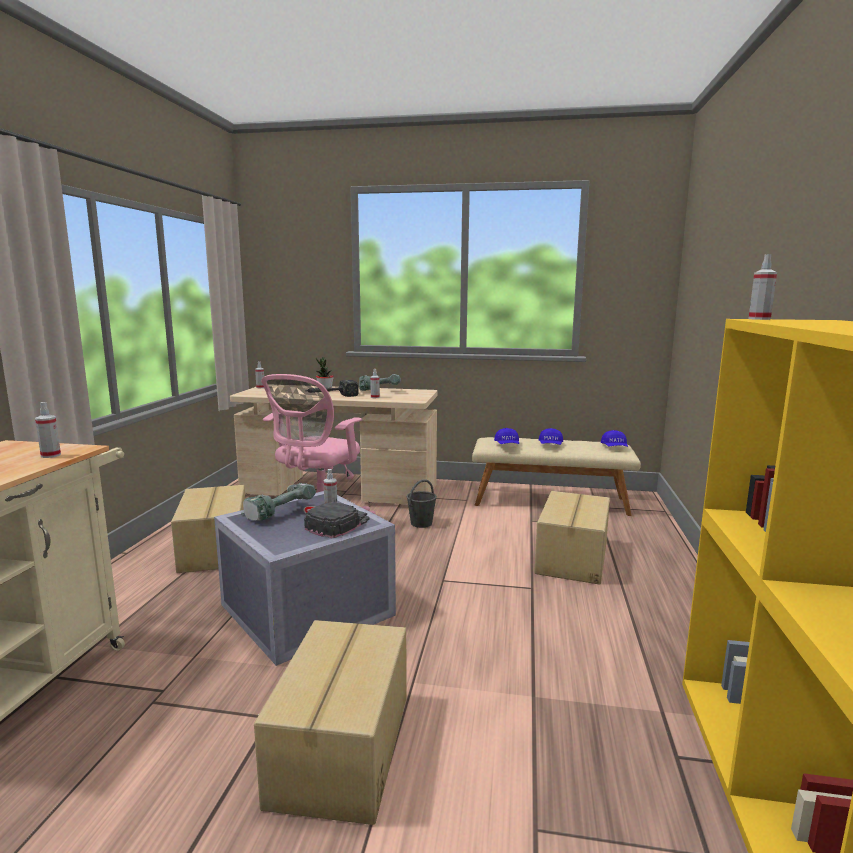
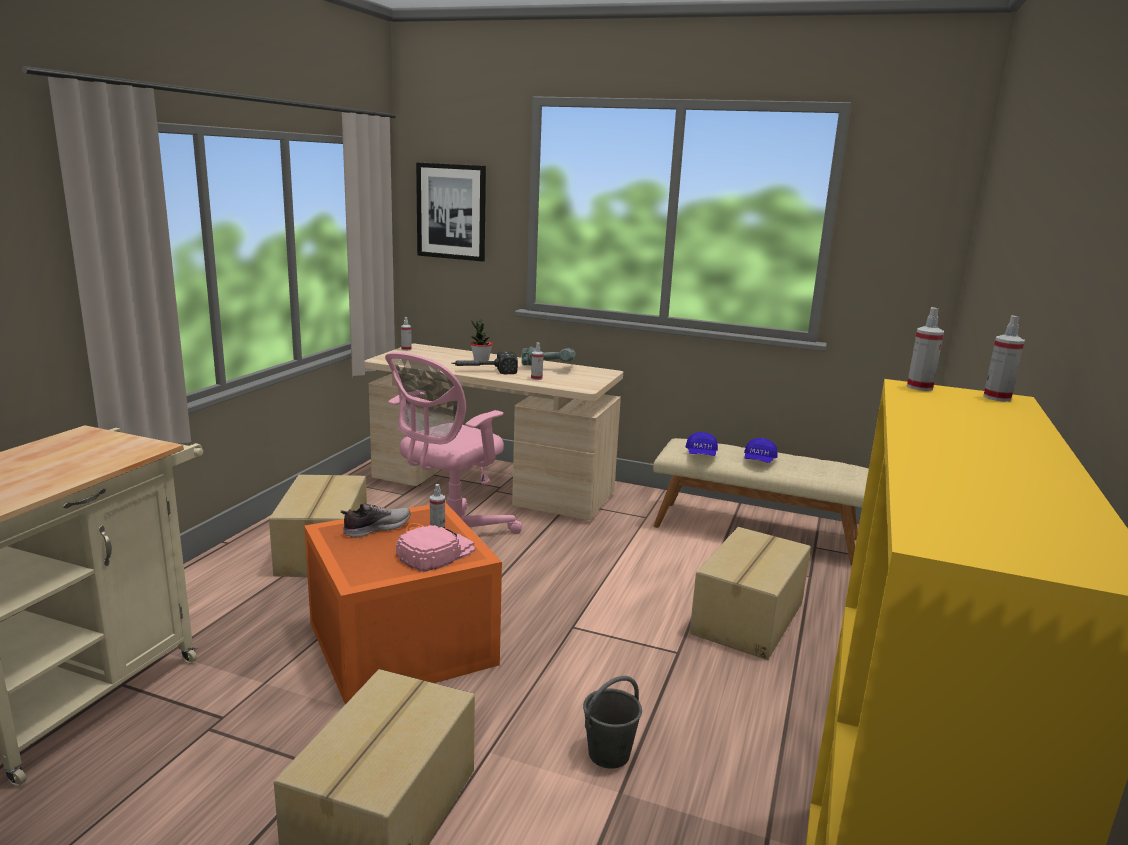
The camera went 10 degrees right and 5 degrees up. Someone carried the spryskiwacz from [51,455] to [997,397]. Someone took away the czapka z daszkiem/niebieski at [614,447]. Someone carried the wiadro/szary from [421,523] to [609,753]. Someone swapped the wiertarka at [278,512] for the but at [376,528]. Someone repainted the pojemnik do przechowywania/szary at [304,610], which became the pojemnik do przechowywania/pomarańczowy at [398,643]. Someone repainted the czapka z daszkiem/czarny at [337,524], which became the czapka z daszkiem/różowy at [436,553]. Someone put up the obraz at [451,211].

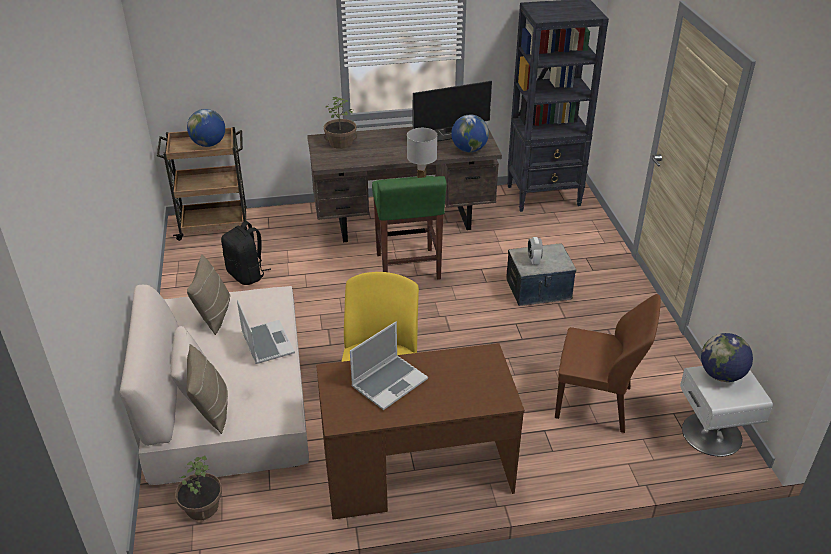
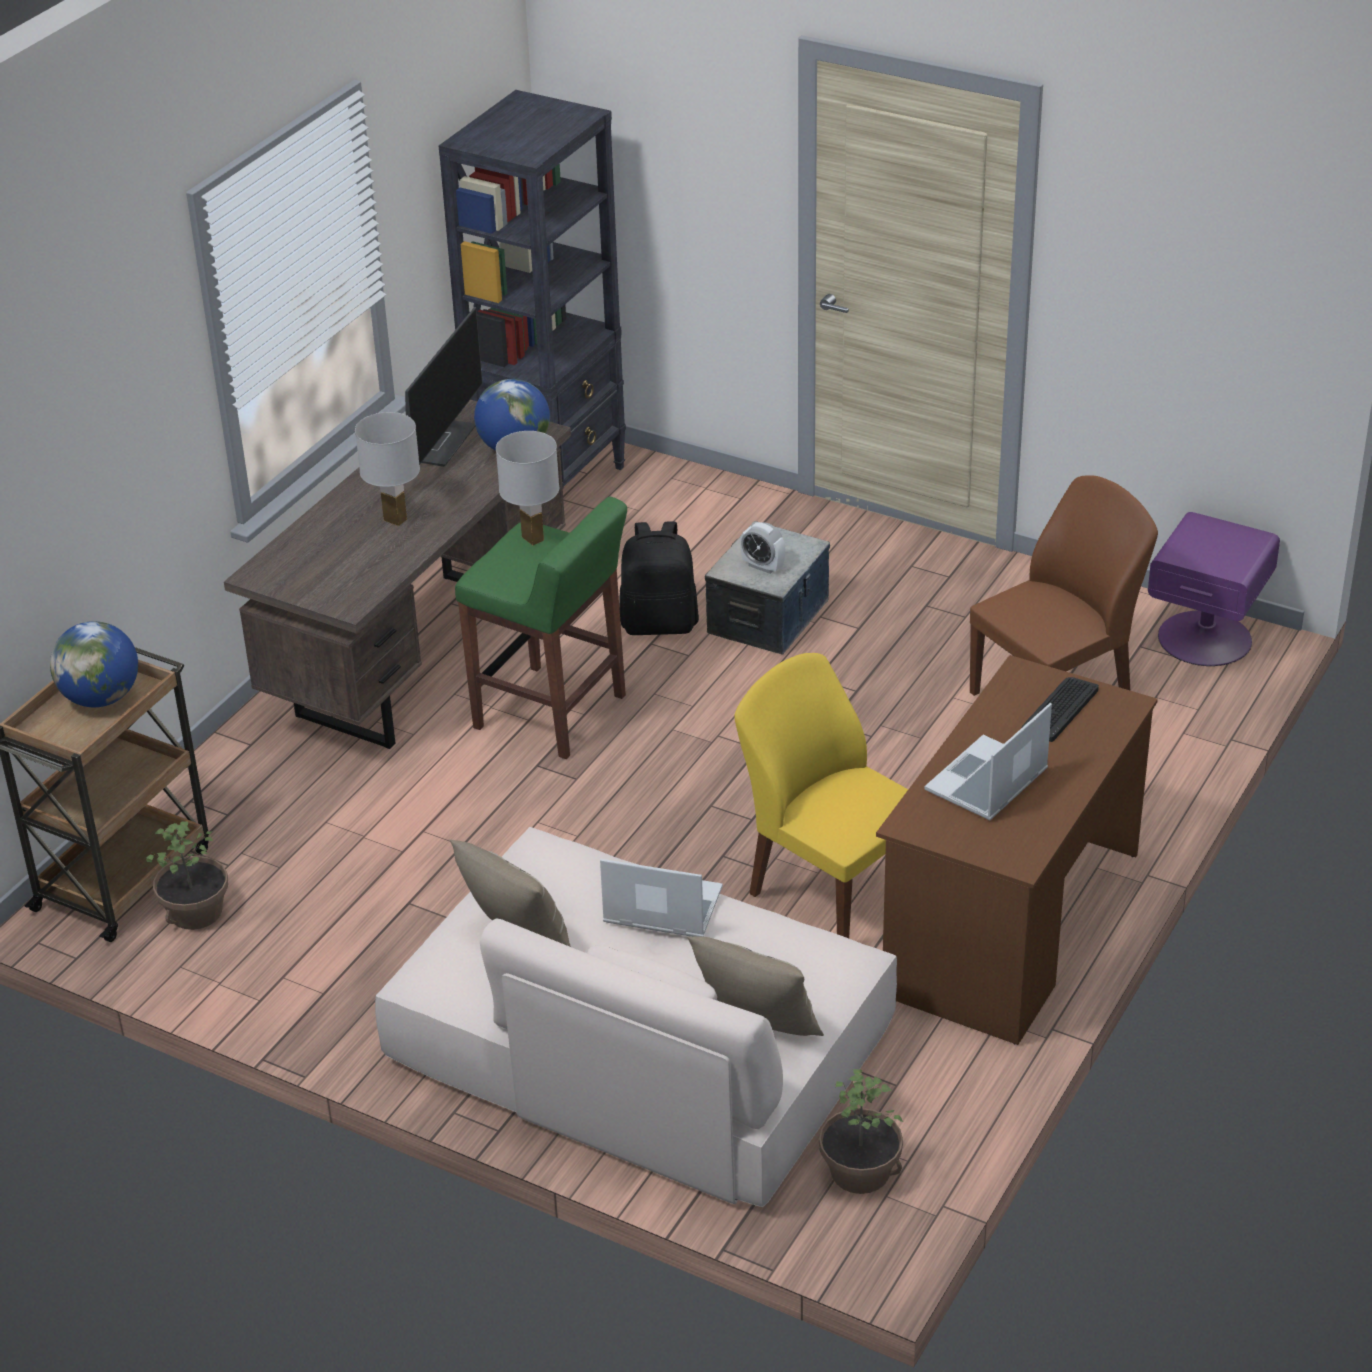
The camera went 50 degrees left and 0 degrees up. Someone carried the roślina doniczkowa from [340,143] to [196,912]. Someone carried the plecak/czarny from [247,275] to [659,623]. Someone rotated the laptop at [389,382] by 135 degrees counterclockwise. Someone took away the globus at [721,375]. Someone repainted the szafka nocna/biały at [712,434], which became the szafka nocna/fioletowy at [1205,637]. Someone put down the lampa stołowa/biały at [396,520]. Someone put down the klawiatura at [1059,709].

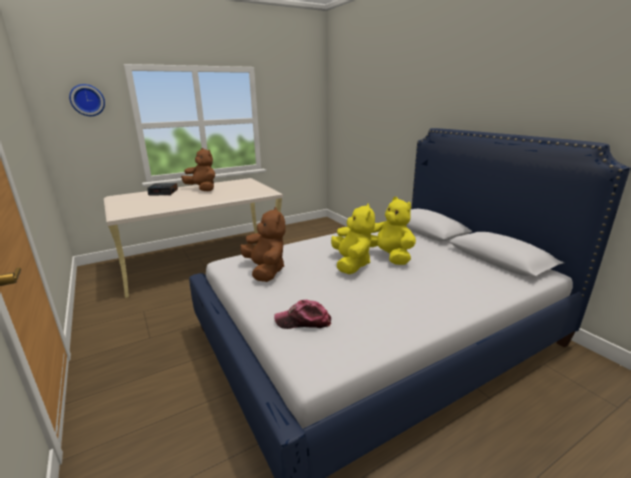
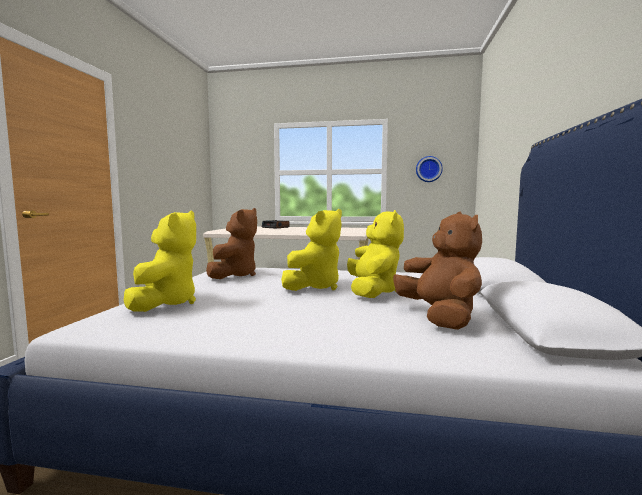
The camera went 40 degrees right and 15 degrees down. Someone carried the zegar ścienny from [87,100] to [428,169]. Someone carried the pluszak/brązowy from [202,189] to [439,317]. Someone swapped the czapka z daszkiem at [303,321] for the pluszak/żółty at [166,303].

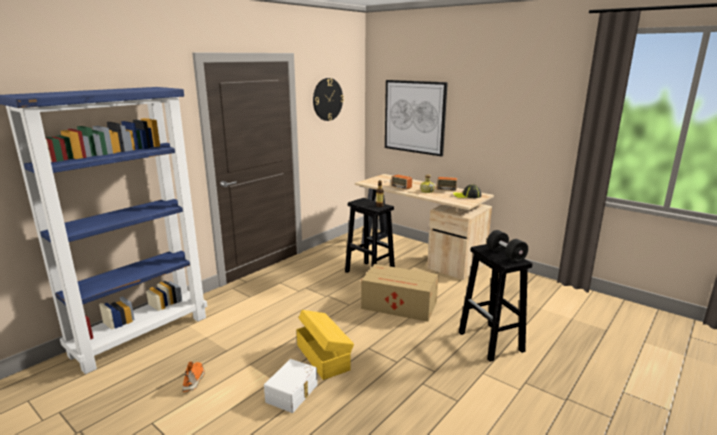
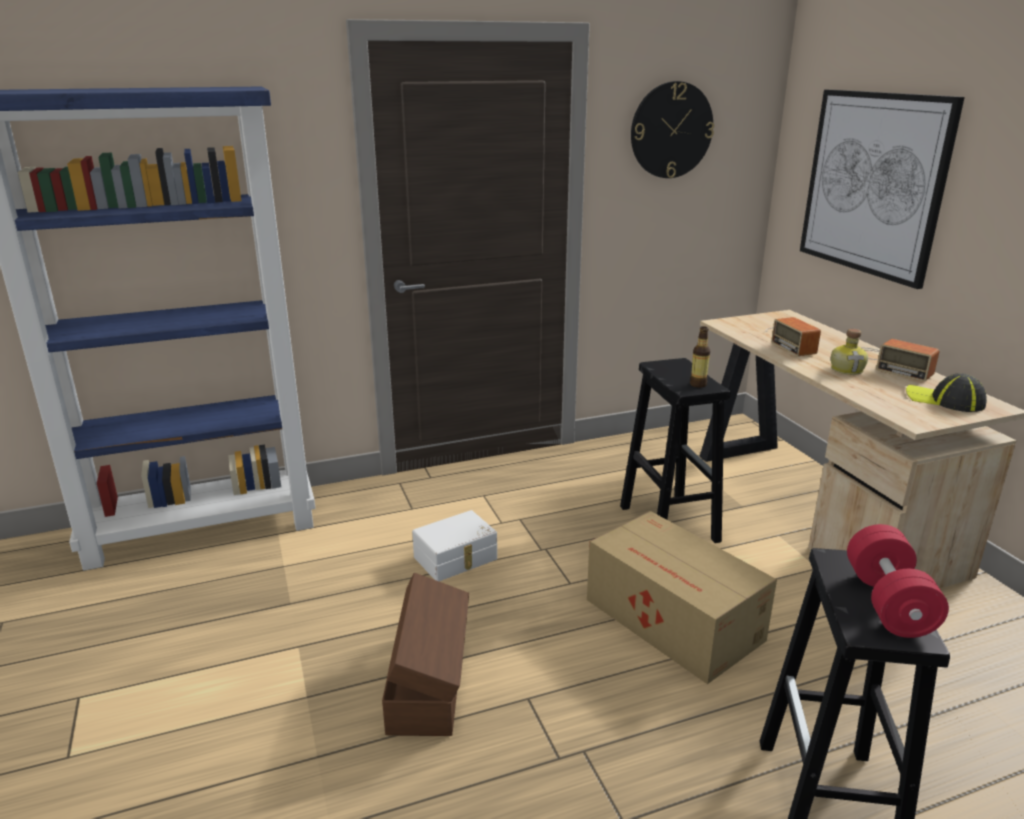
The camera went 30 degrees right and 5 degrees up. Someone repainted the hantel/czarny at [505,255], which became the hantel/czerwony at [888,603]. Someone repainted the pojemnik do przechowywania/żółty at [323,356], which became the pojemnik do przechowywania/brązowy at [429,682]. Someone carried the pojemnik do przechowywania/biały from [293,393] to [456,559]. Someone took away the but/pomarańczowy at [194,380].

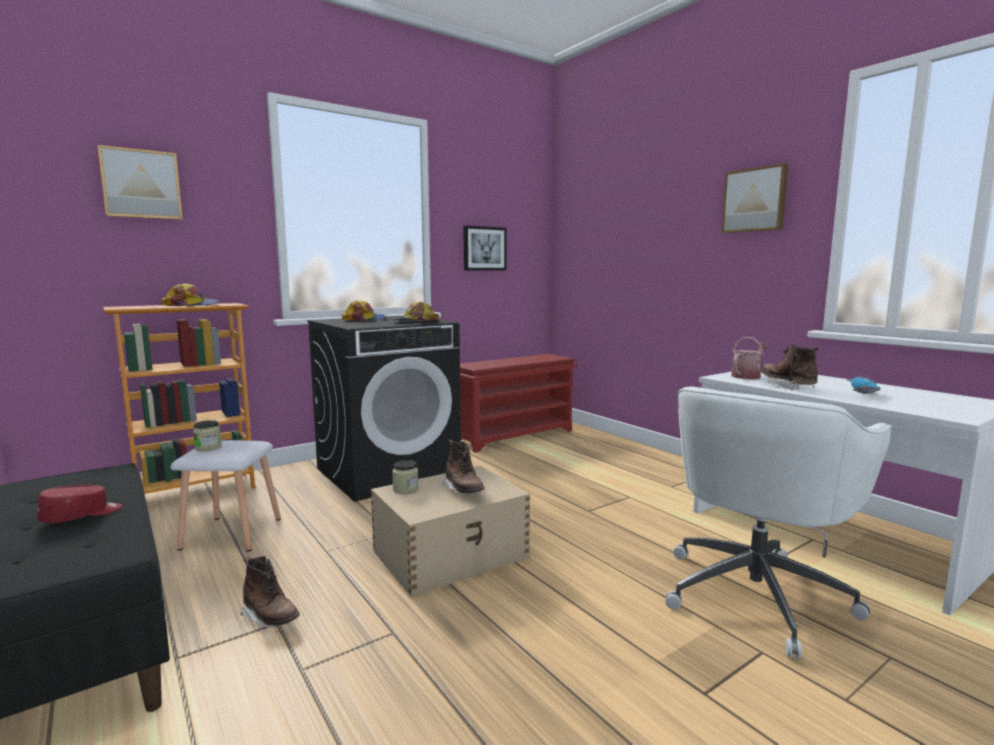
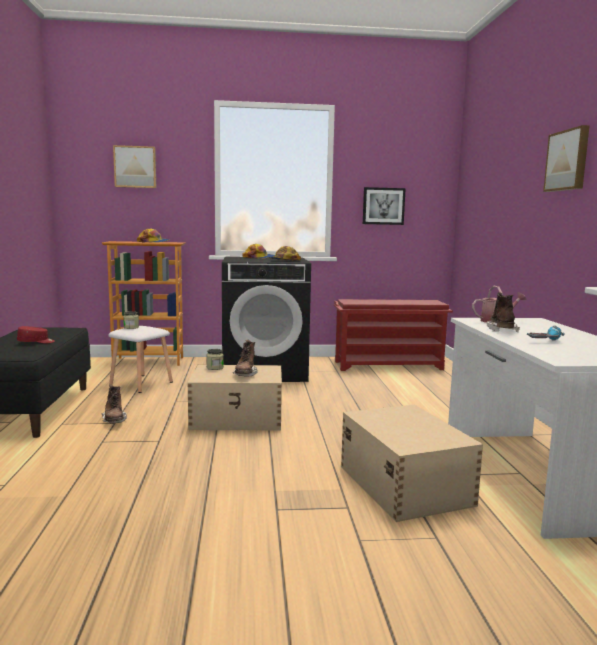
The camera went 30 degrees right and 0 degrees up. Someone swapped the krzesło biurowe/biały at [756,592] for the pojemnik do przechowywania/beżowy at [404,484].

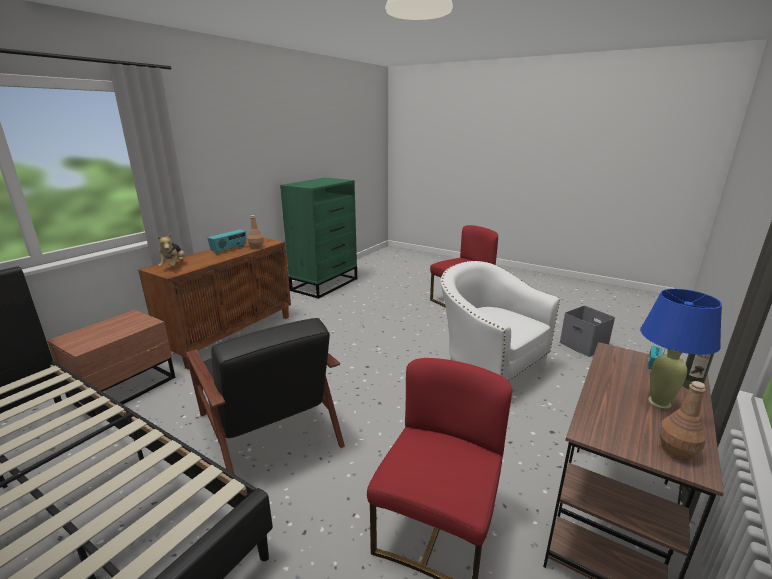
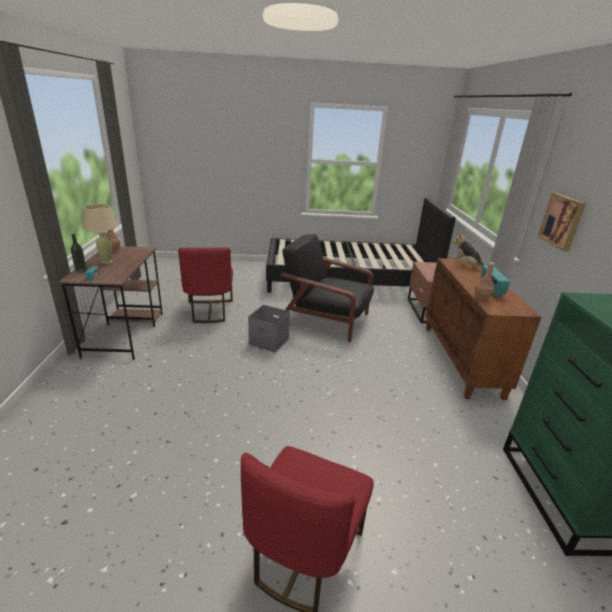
The camera went 145 degrees right and 5 degrees up. Someone took away the fotel/biały at [488,369]. Someone repainted the lampa stołowa/niebieski at [659,403], which became the lampa stołowa/beżowy at [106,261]. Someone carried the pojemnik do przechowywania/szary from [582,345] to [270,341]. Someone put up the obraz at [562,221].

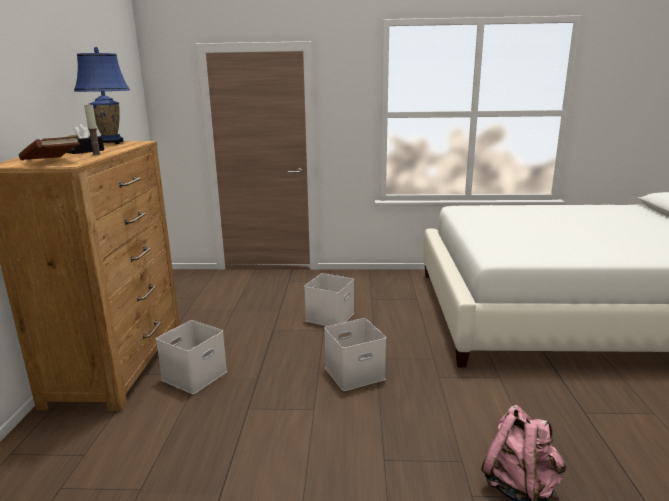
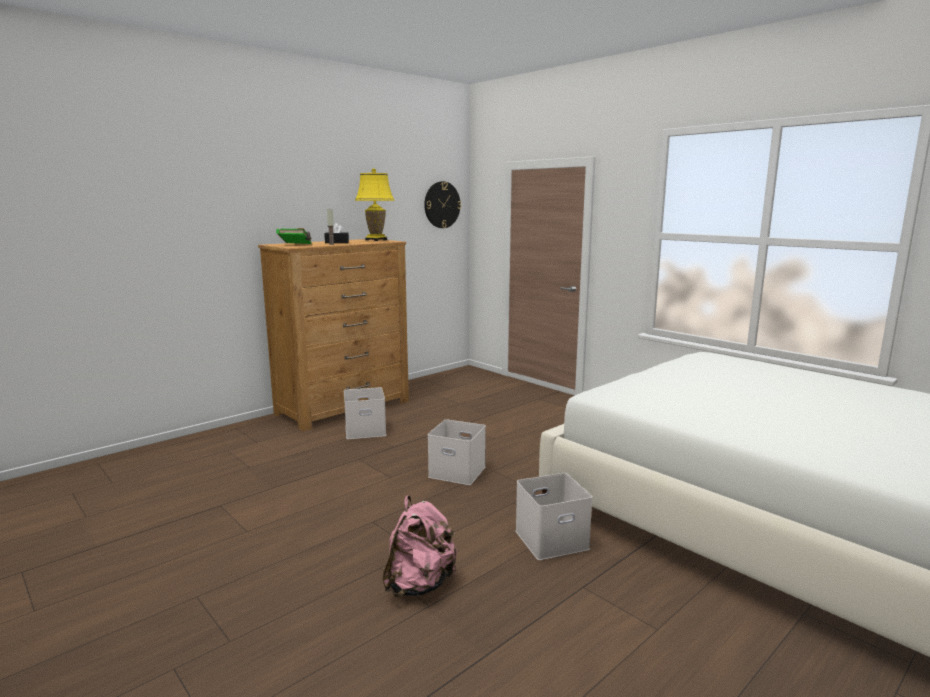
The camera went 45 degrees right and 5 degrees down. Someone repainted the lampa stołowa/niebieski at [110,143], which became the lampa stołowa/żółty at [376,240]. Someone repainted the książka/brązowy at [53,161], which became the książka/zielony at [296,245]. Someone carried the pojemnik do przechowywania/biały from [329,316] to [552,539]. Someone put up the zegar ścienny at [442,205].

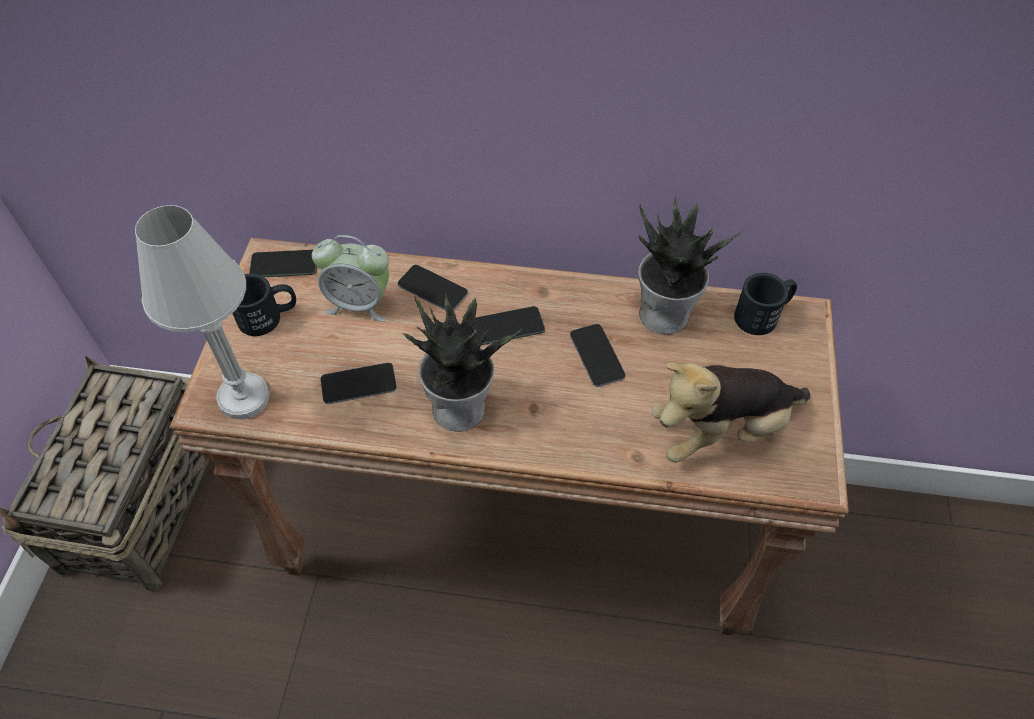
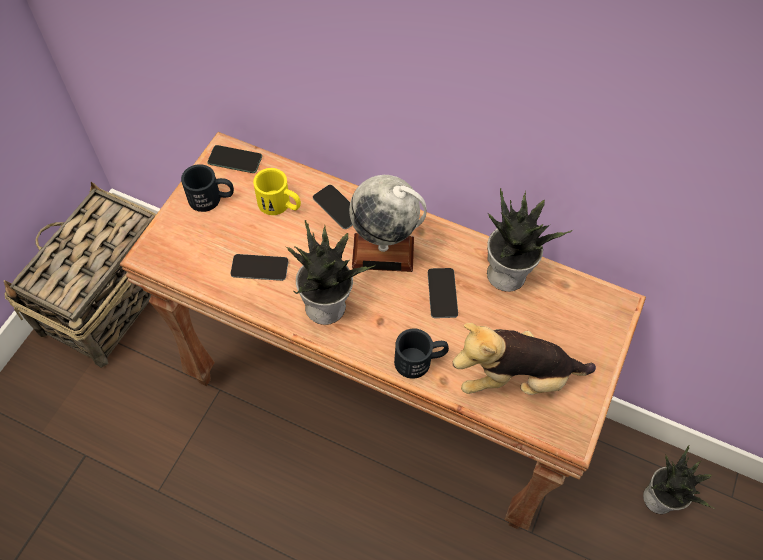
The camera went 15 degrees right and 5 degrees up. Someone took away the lampa stołowa/biały at [244,398]. Someone swapped the budzik at [359,303] for the kubek/żółty at [280,205]. Someone carried the kubek/czarny from [763,315] to [420,360]. Someone swapped the telefon at [508,326] for the globus at [383,252]. Someone put down the roślina doniczkowa at [660,498].

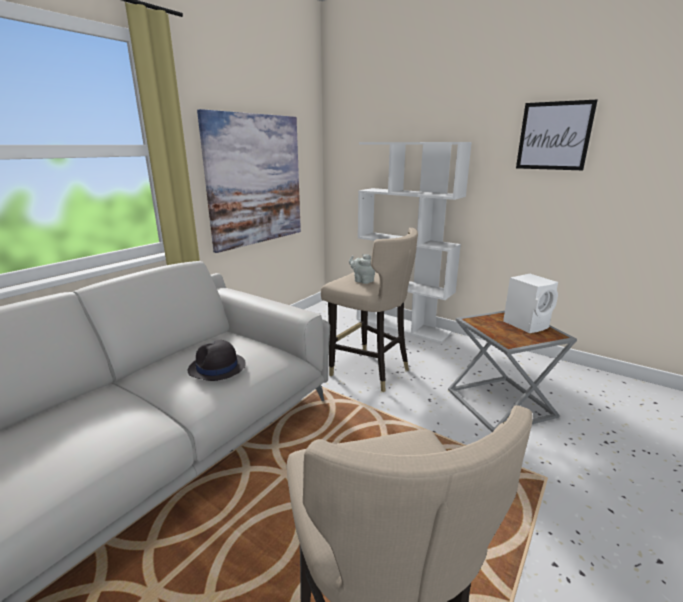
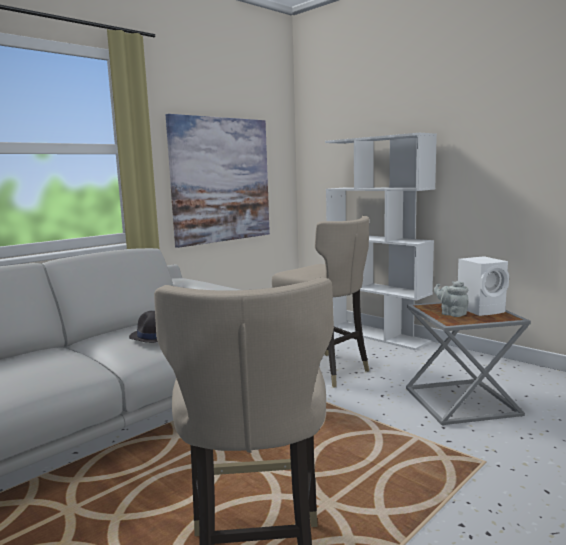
The camera went 10 degrees right and 10 degrees down. Someone took away the obraz at [554,136]. Someone carried the imbryk/szary from [362,281] to [451,314].

